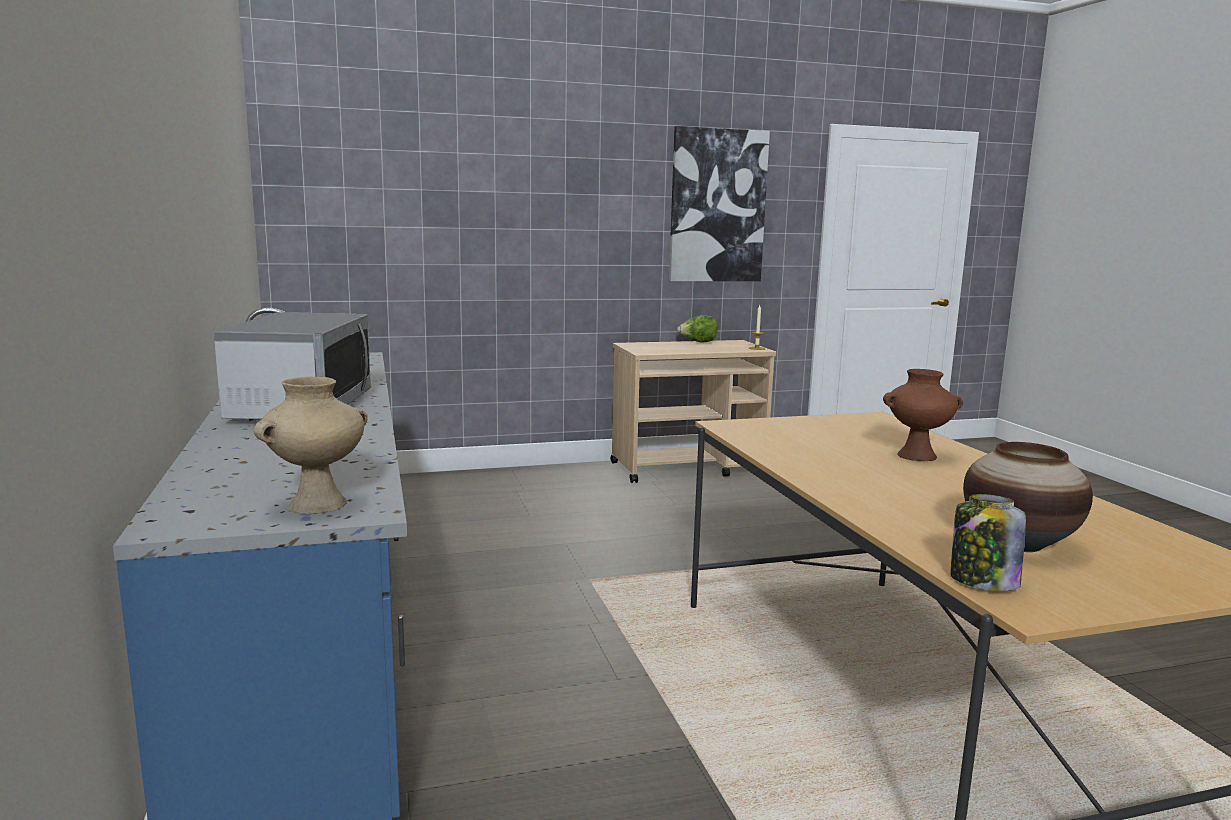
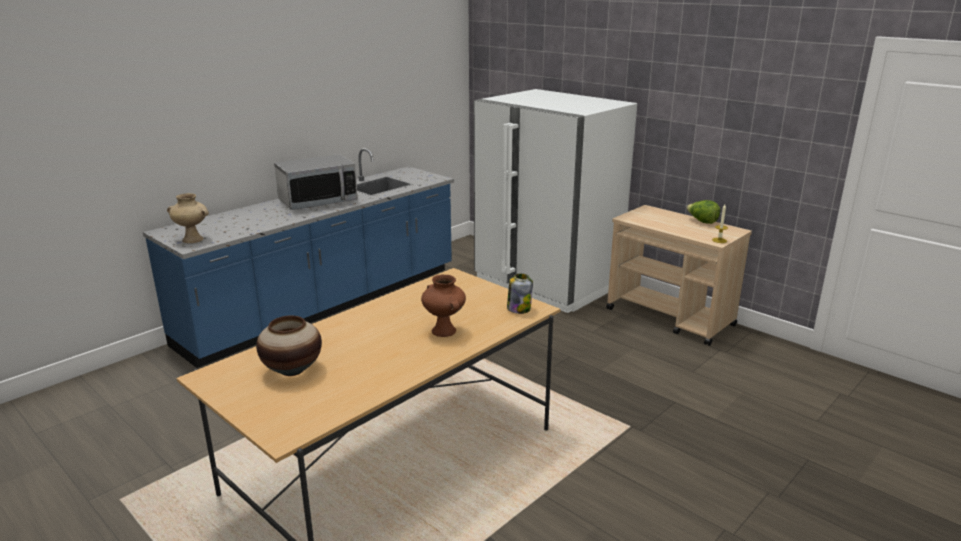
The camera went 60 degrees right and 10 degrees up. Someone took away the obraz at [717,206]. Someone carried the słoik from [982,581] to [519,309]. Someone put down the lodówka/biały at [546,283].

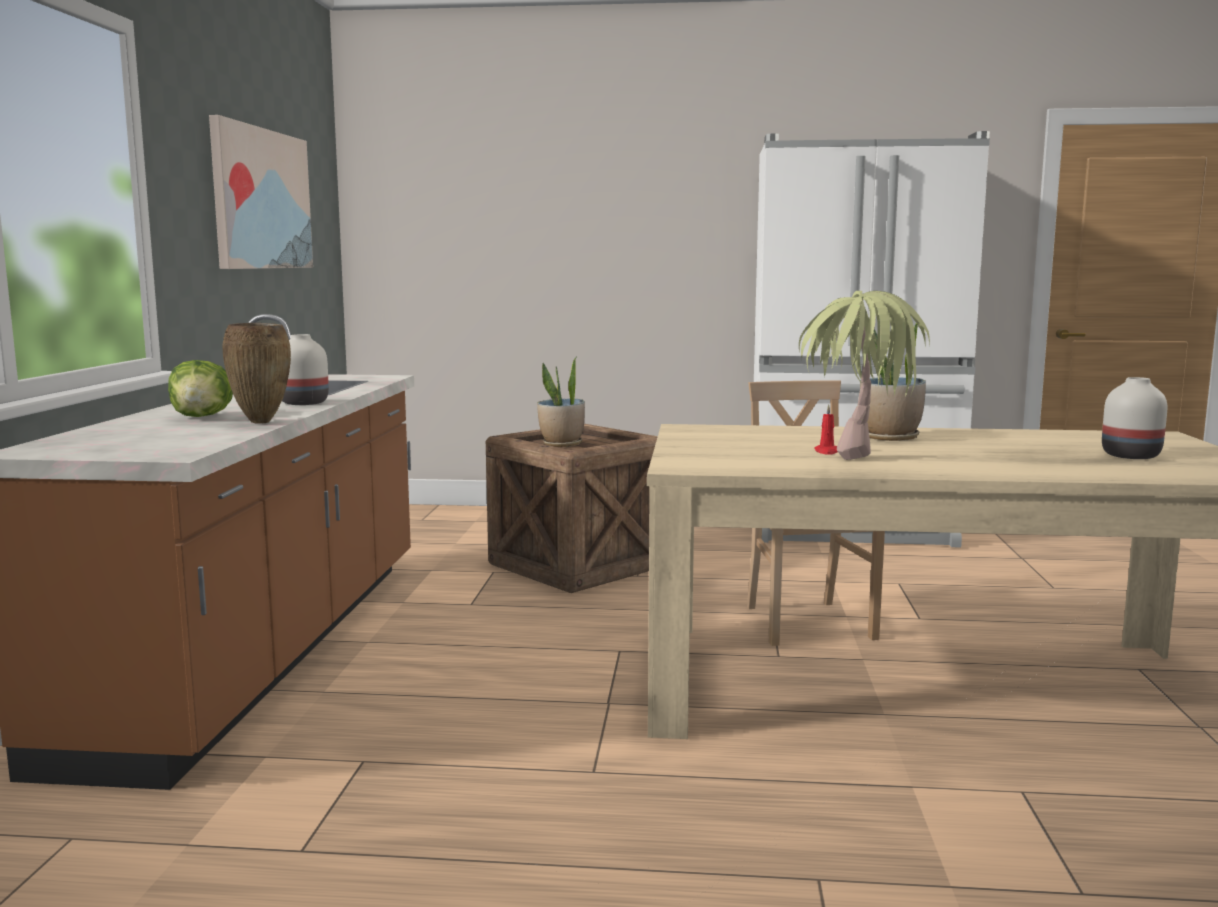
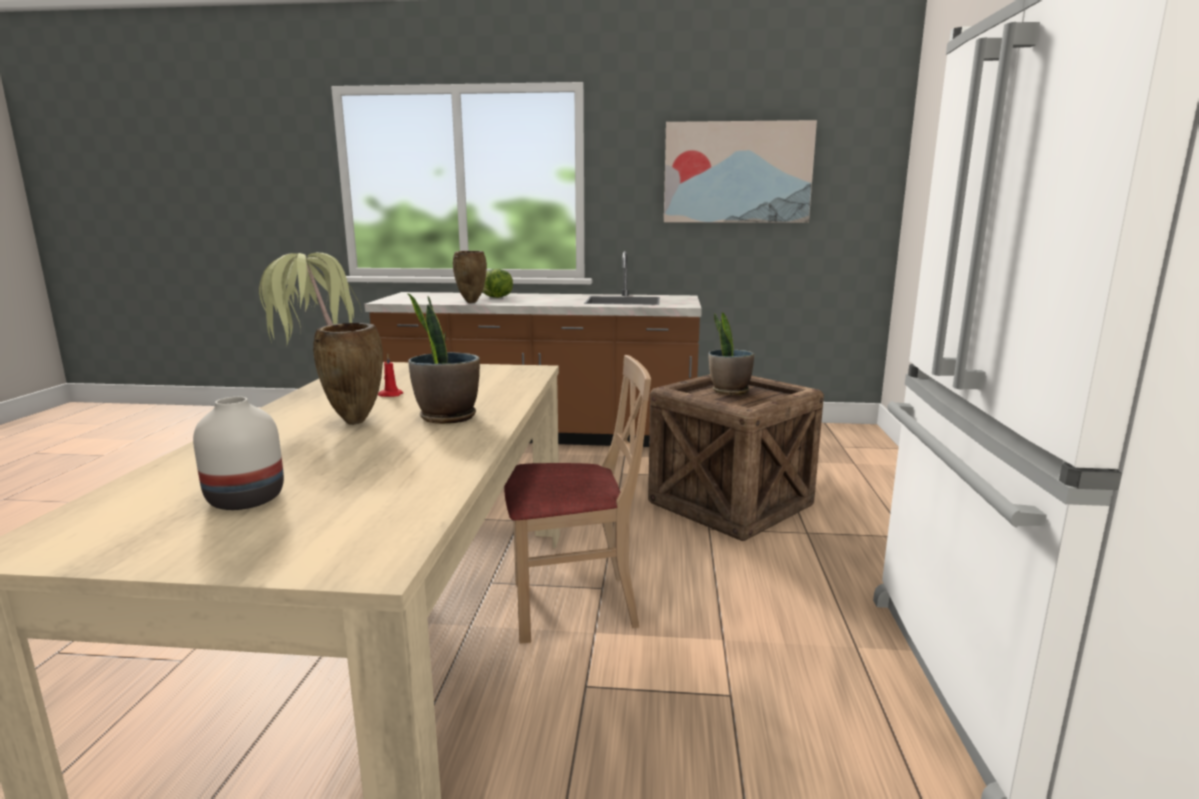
The camera went 90 degrees right and 5 degrees up. Someone took away the wazon/biały at [303,403]. Someone put down the wazon/brązowy at [355,422].

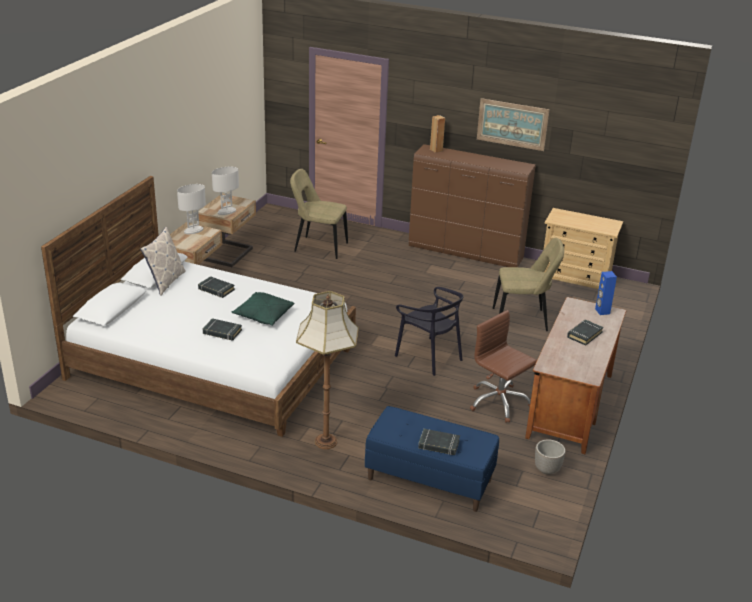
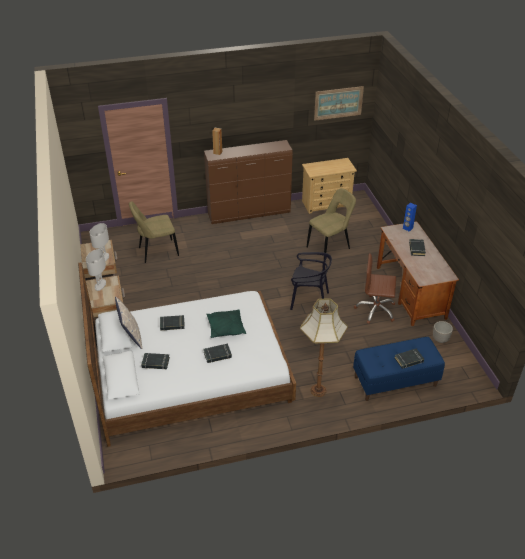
The camera went 35 degrees left and 10 degrees up. Someone carried the obraz from [512,124] to [338,103]. Someone put down the książka/czarny at [155,363].

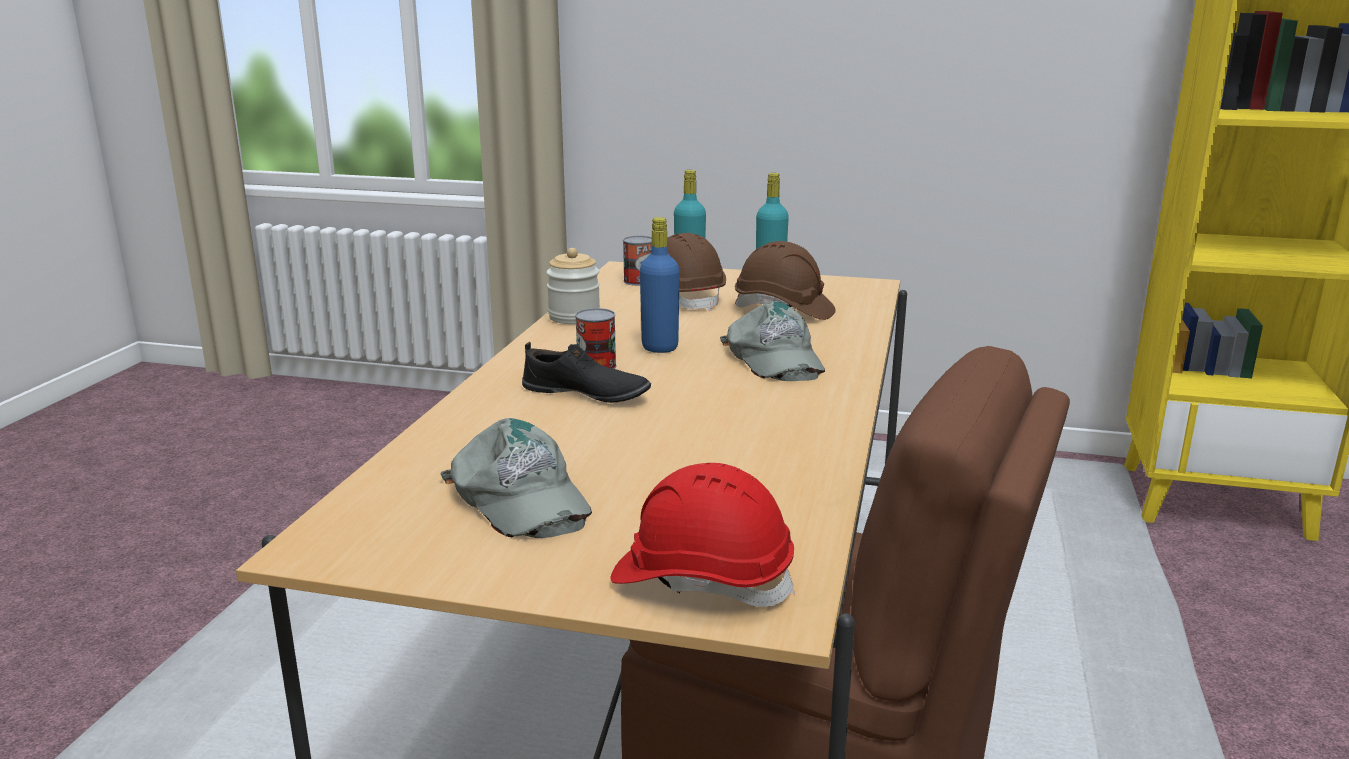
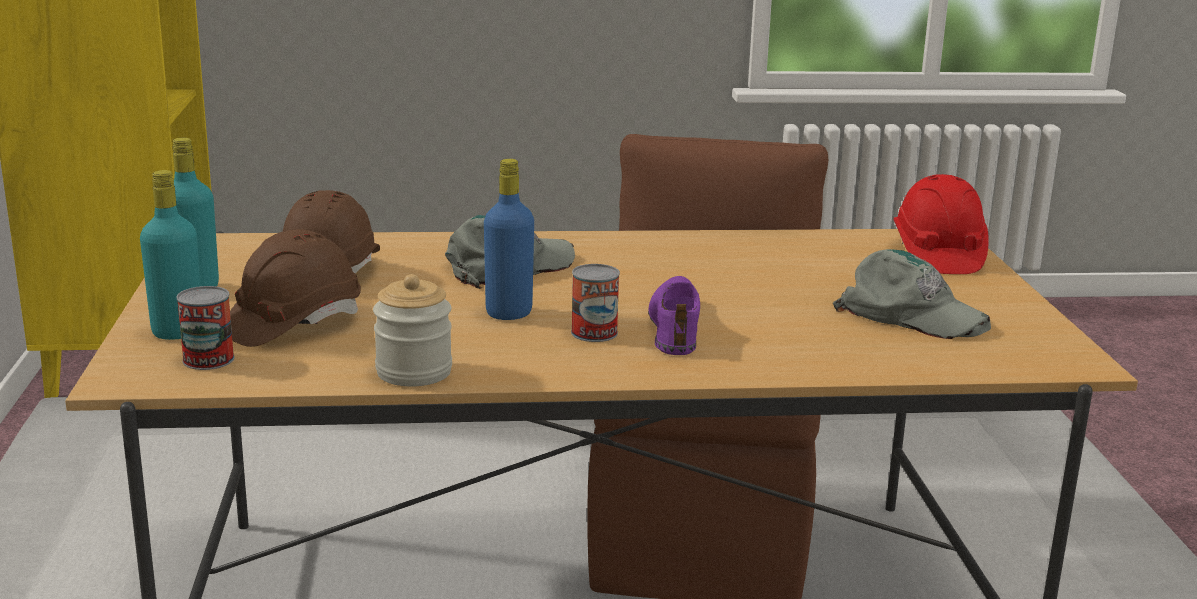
The camera went 110 degrees left and 0 degrees up. Someone repainted the but/czarny at [586,393], which became the but/fioletowy at [677,326]. Someone rotated the czapka z daszkiem/szary at [519,498] by 90 degrees clockwise.

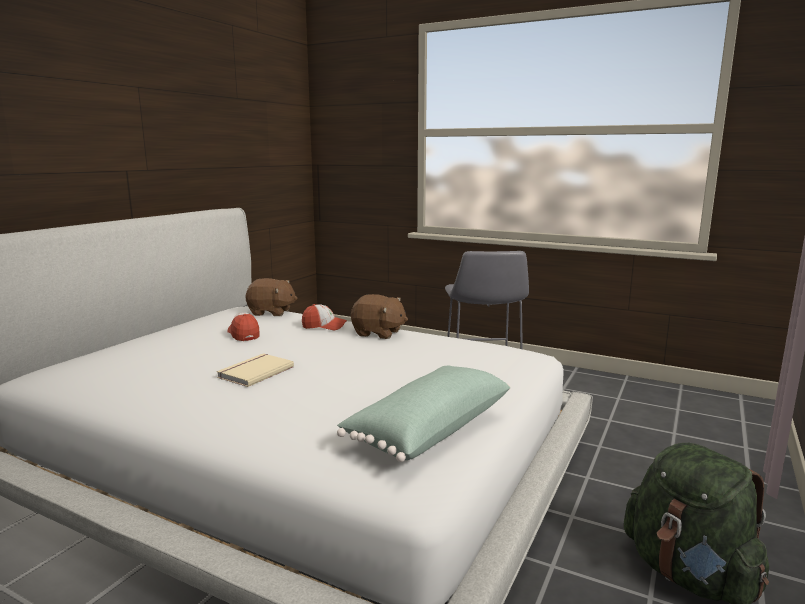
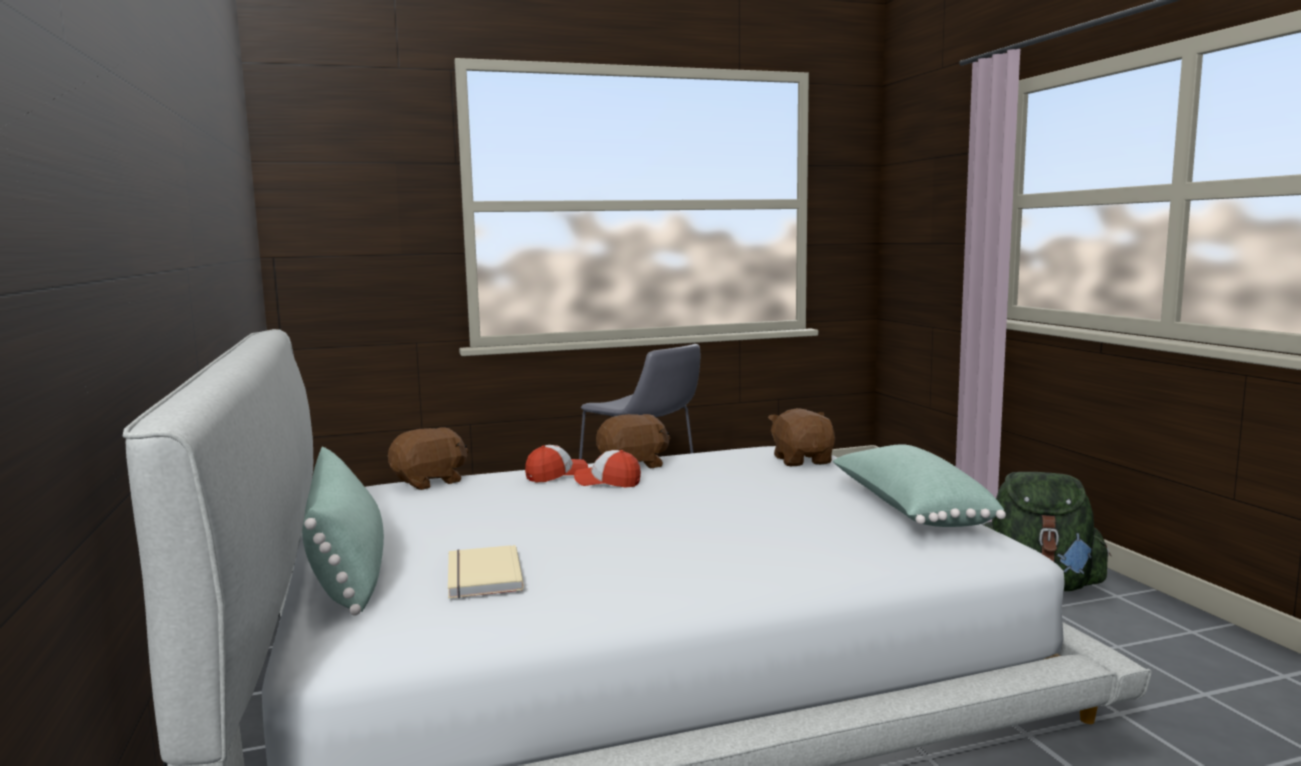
The camera went 45 degrees left and 5 degrees down. Someone carried the czapka z daszkiem from [243,334] to [608,482]. Someone carried the książka/beżowy from [254,372] to [481,576]. Someone put down the pluszak/brązowy at [803,460]. Someone put down the poduszka/zielony at [348,570].

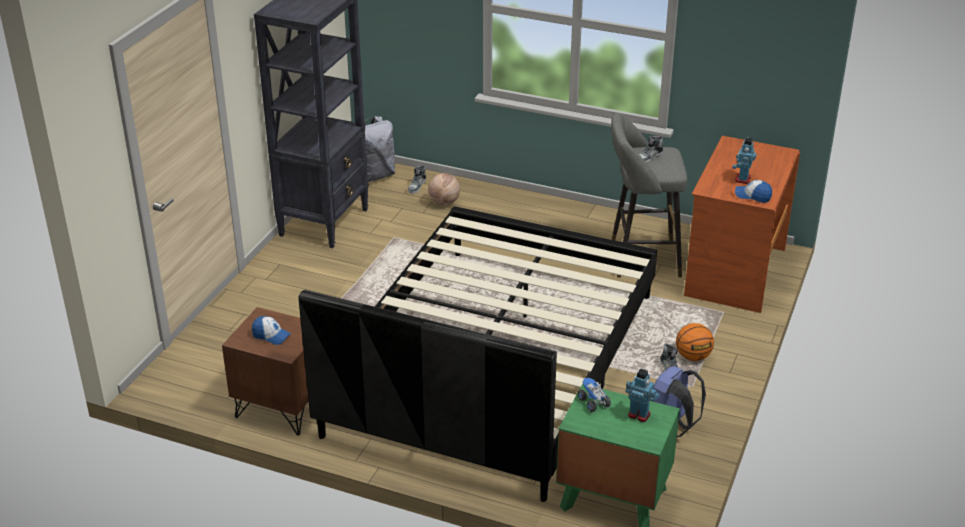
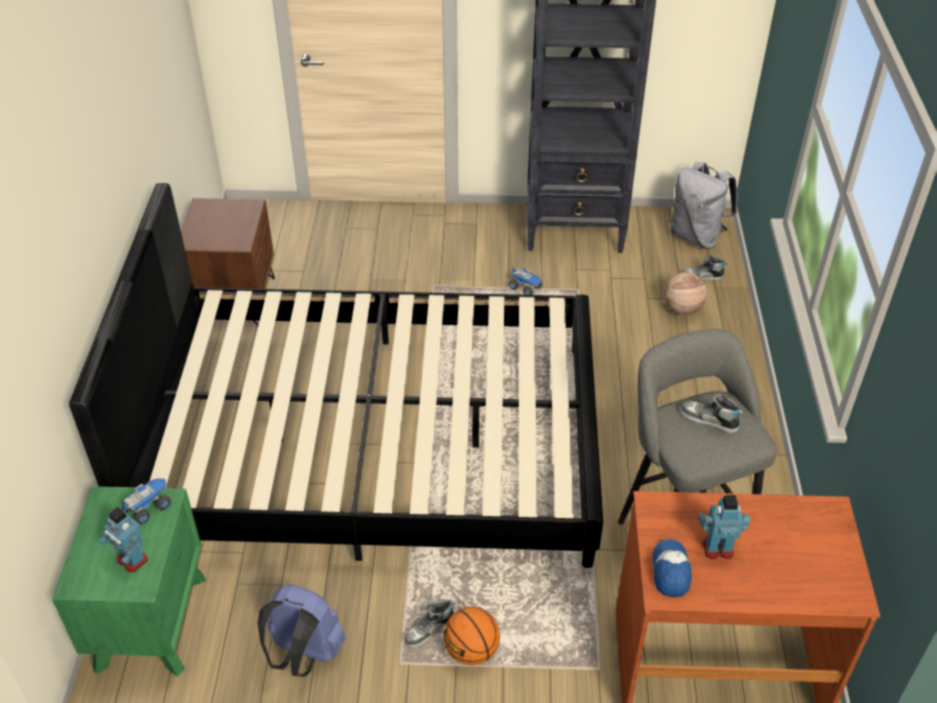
The camera went 70 degrees right and 10 degrees up. Someone took away the czapka z daszkiem at [271,335]. Someone rotated the robot zabawkowy at [639,414] by 120 degrees clockwise. Someone put down the ciężarówka zabawkowa at [525,288].

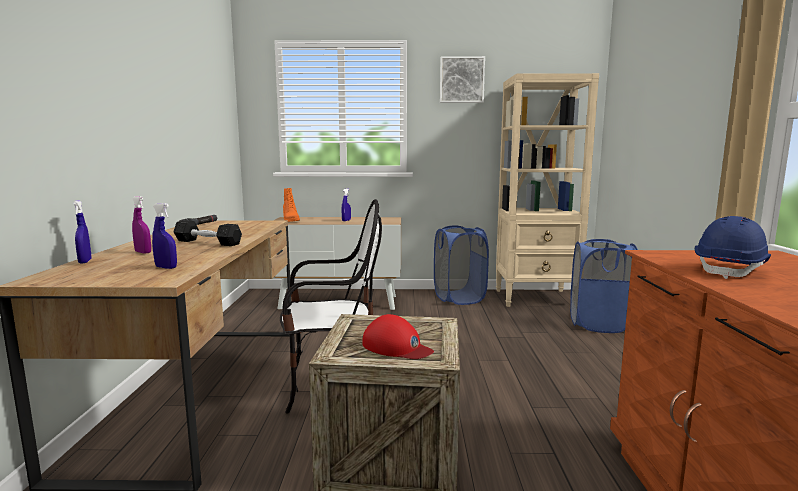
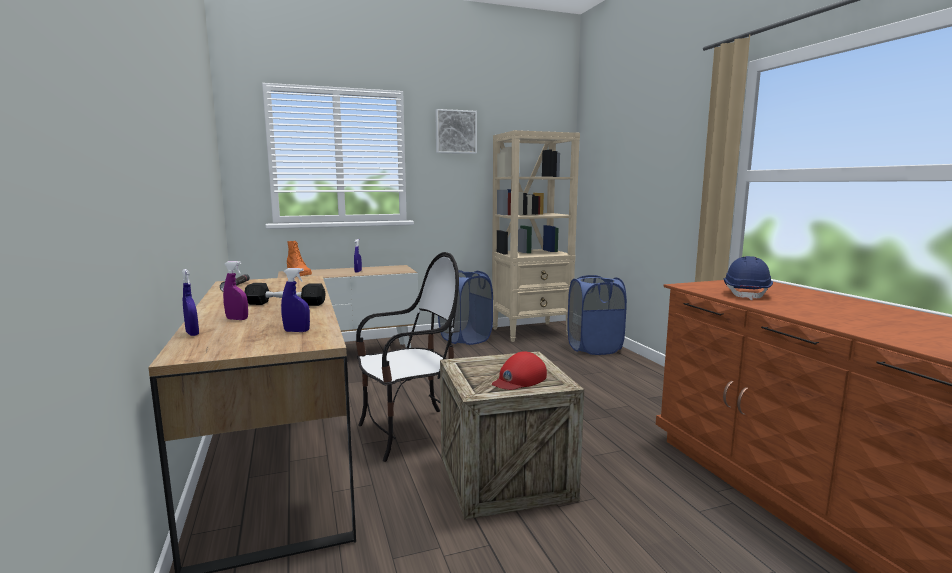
The camera went 20 degrees left and 0 degrees up. Someone rotated the czapka z daszkiem/czerwony at [396,347] by 120 degrees clockwise.

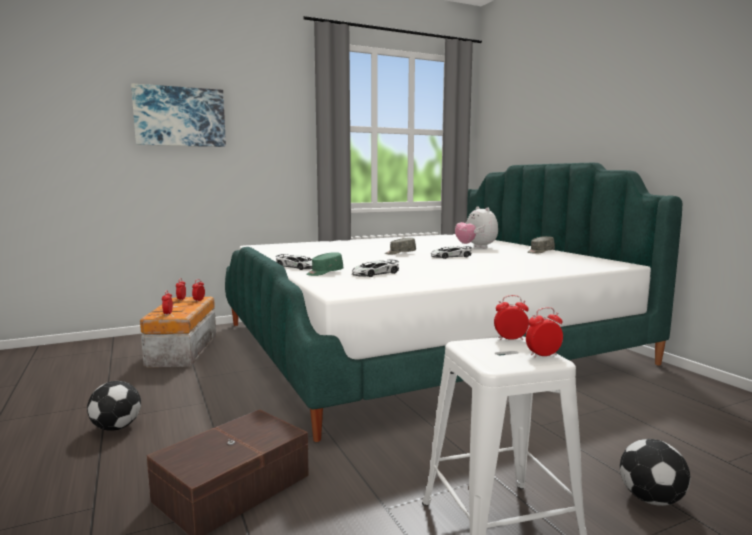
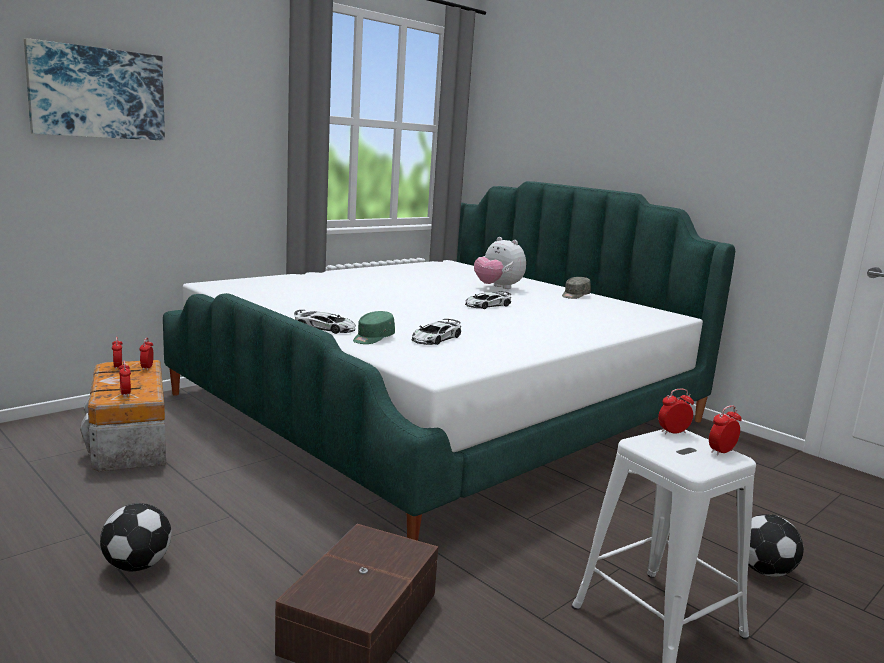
The camera went 20 degrees left and 5 degrees up. Someone took away the czapka z daszkiem/szary at [400,253].

